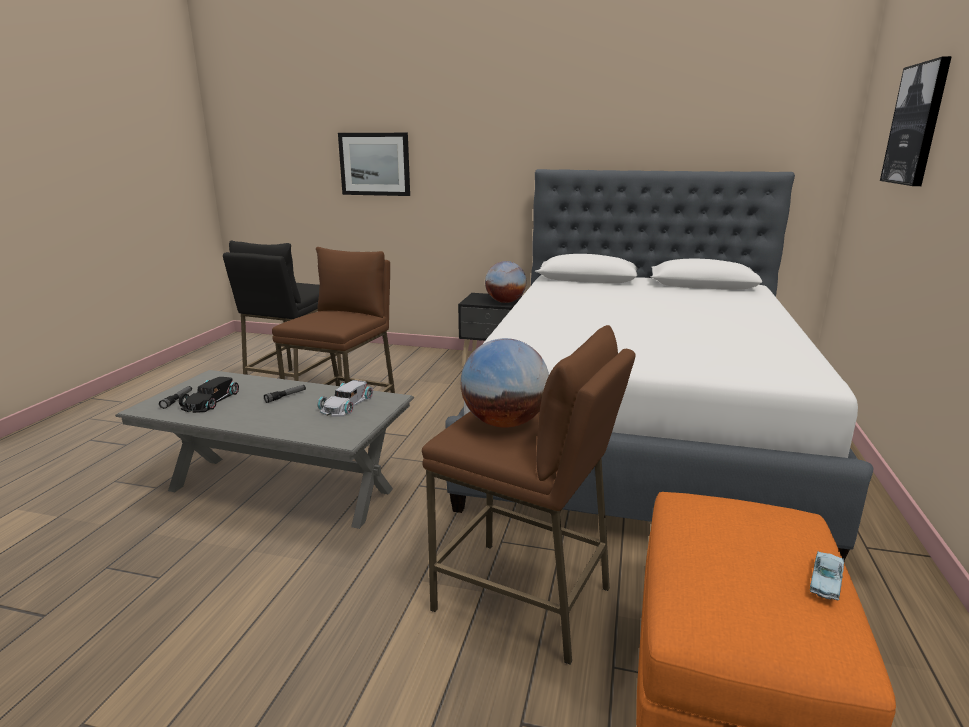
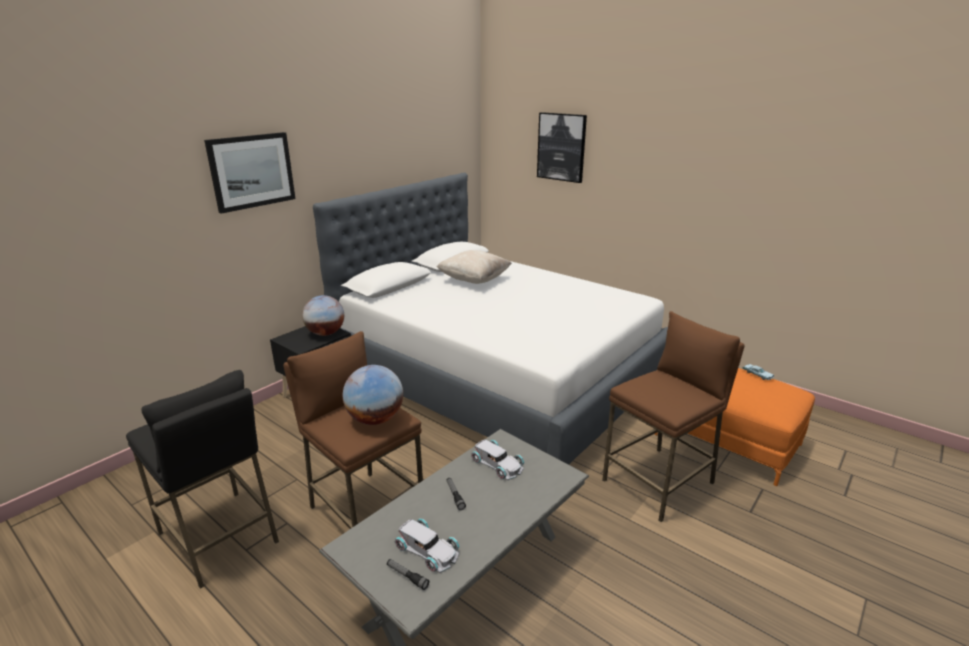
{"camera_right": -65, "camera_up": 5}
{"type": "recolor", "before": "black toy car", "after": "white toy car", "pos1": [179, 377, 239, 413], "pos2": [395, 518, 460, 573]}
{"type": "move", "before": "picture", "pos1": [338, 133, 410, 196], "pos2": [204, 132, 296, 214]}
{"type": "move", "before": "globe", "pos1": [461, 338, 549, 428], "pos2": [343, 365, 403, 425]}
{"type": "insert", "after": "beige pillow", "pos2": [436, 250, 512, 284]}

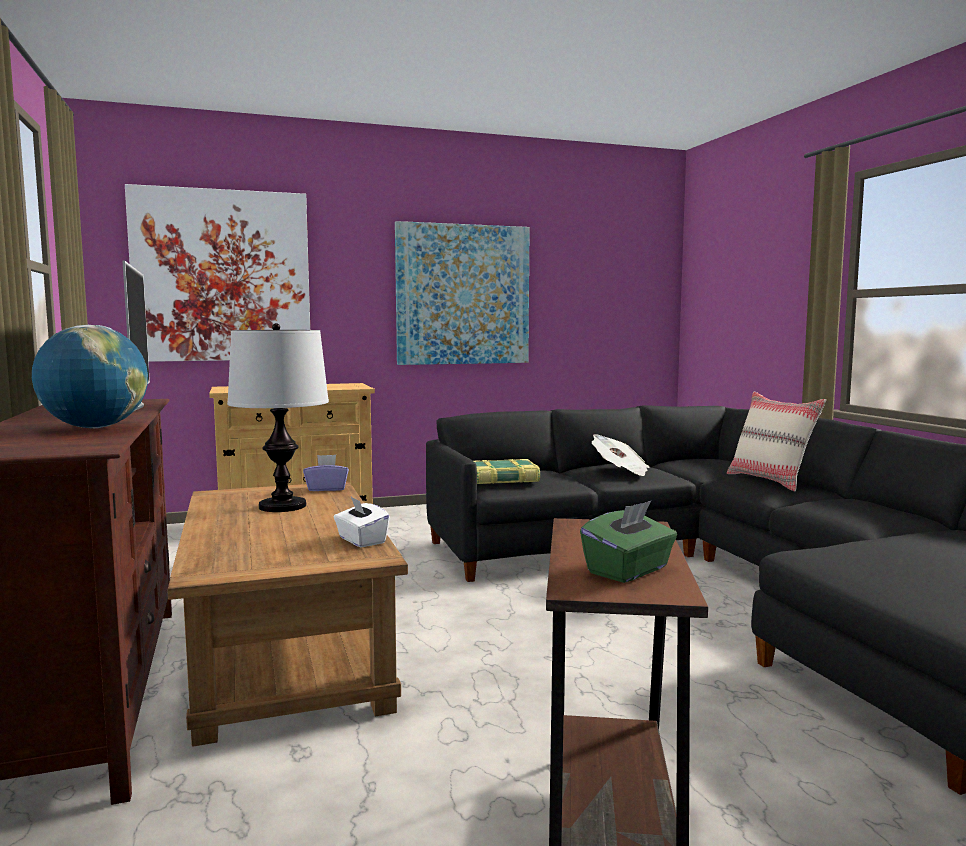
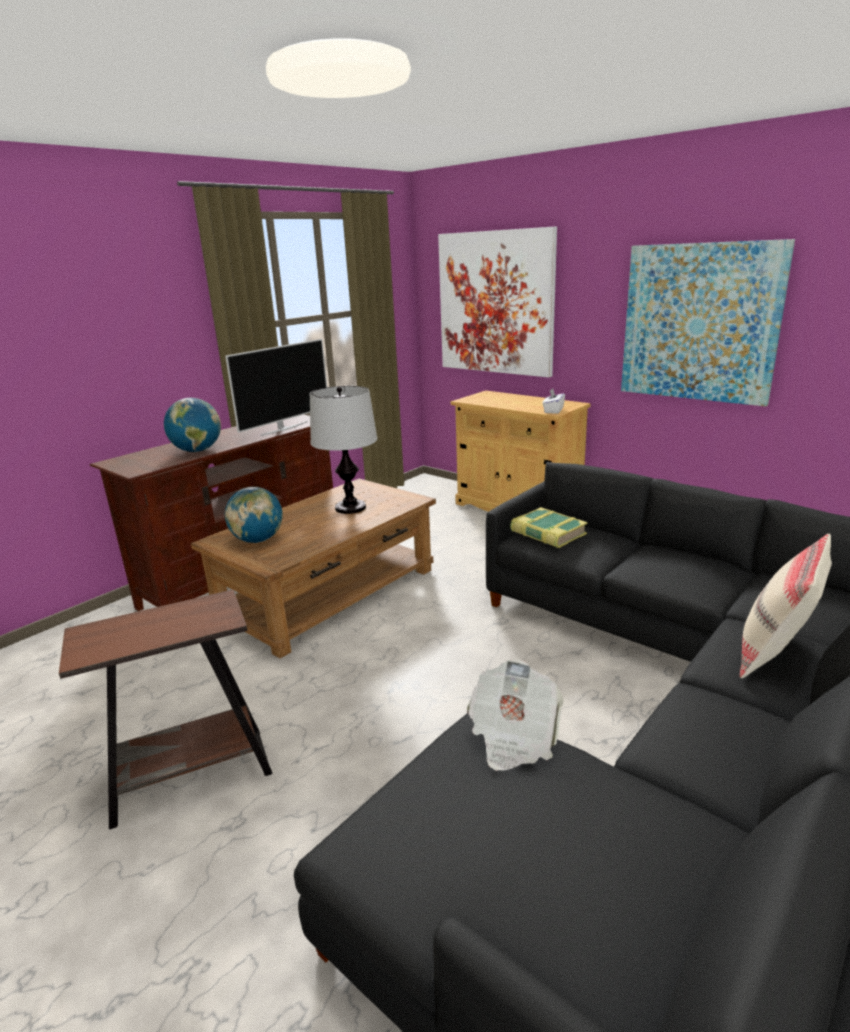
{"camera_right": 60, "camera_up": 15}
{"type": "delete", "before": "purple tissue box", "pos1": [303, 455, 349, 491]}
{"type": "move", "before": "white tissue box", "pos1": [334, 497, 390, 548], "pos2": [542, 389, 565, 414]}
{"type": "delete", "before": "green tissue box", "pos1": [580, 501, 677, 583]}
{"type": "move", "before": "newspaper", "pos1": [592, 434, 650, 476], "pos2": [467, 659, 564, 771]}
{"type": "insert", "after": "globe", "pos2": [225, 487, 282, 543]}

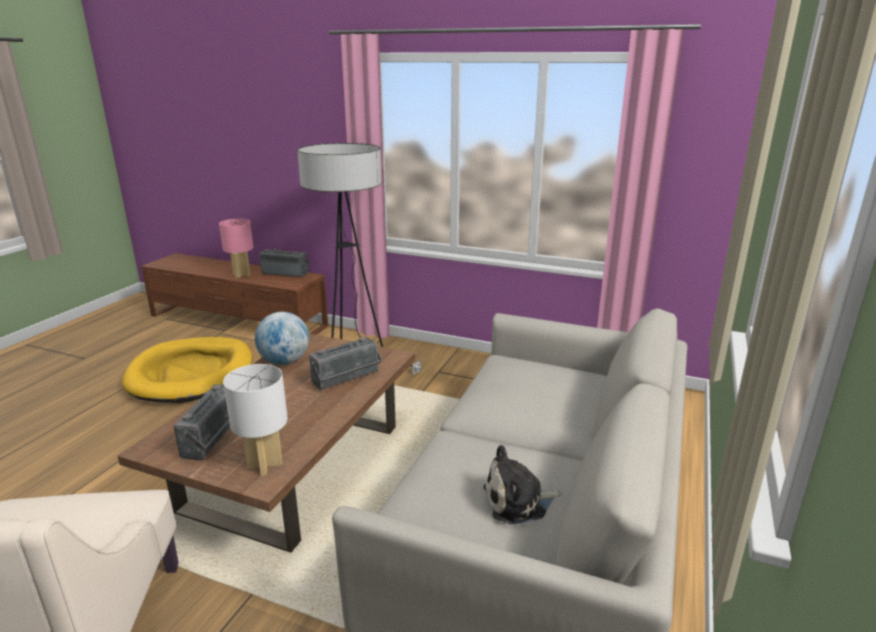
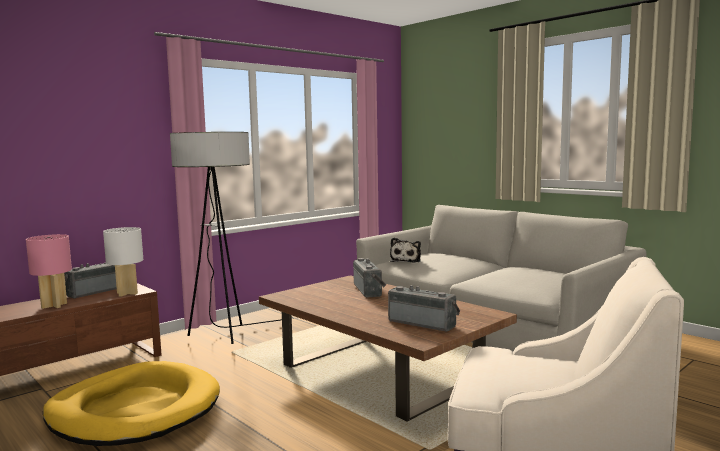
{"camera_right": -65, "camera_up": -15}
{"type": "move", "before": "white table lamp", "pos1": [223, 364, 288, 476], "pos2": [103, 227, 143, 297]}
{"type": "delete", "before": "globe", "pos1": [255, 312, 309, 365]}
{"type": "move", "before": "plush toy", "pos1": [483, 445, 562, 524], "pos2": [390, 237, 421, 263]}

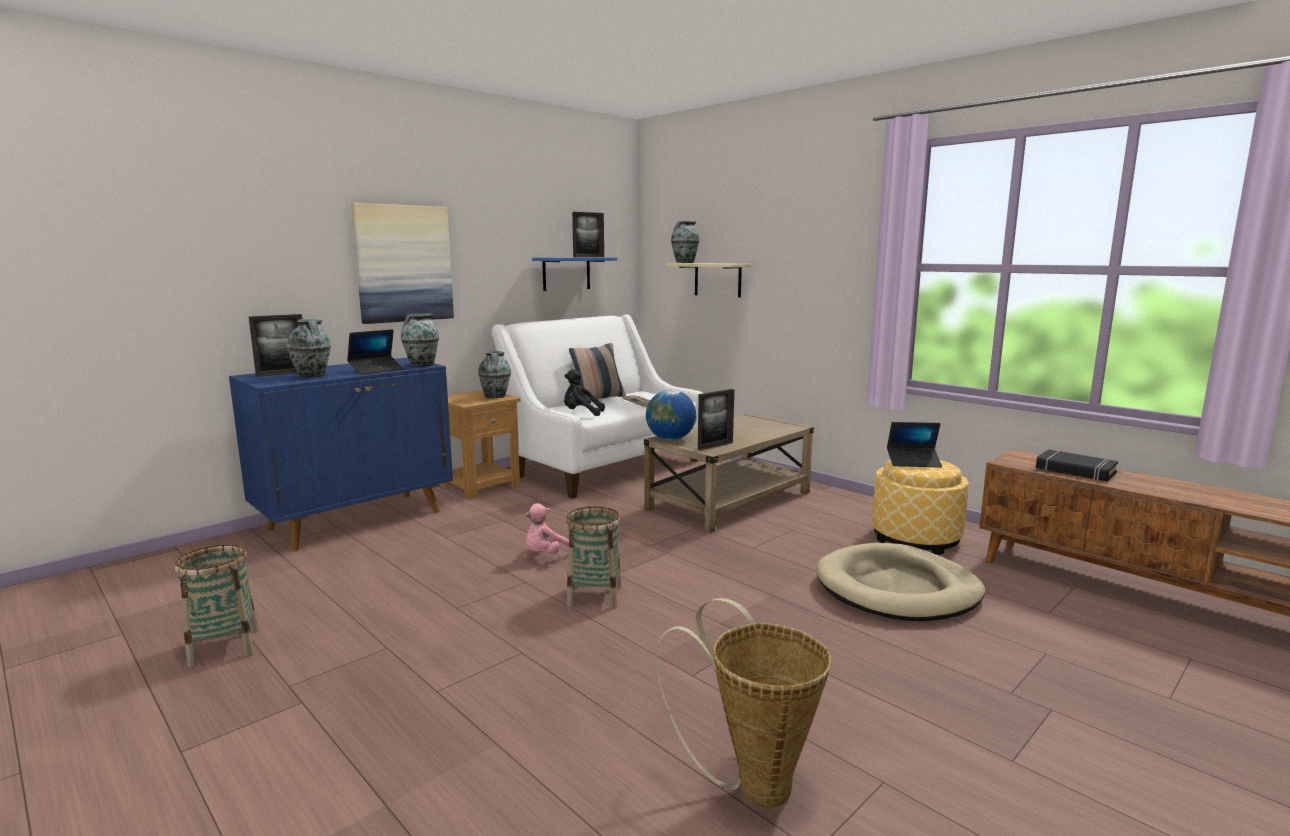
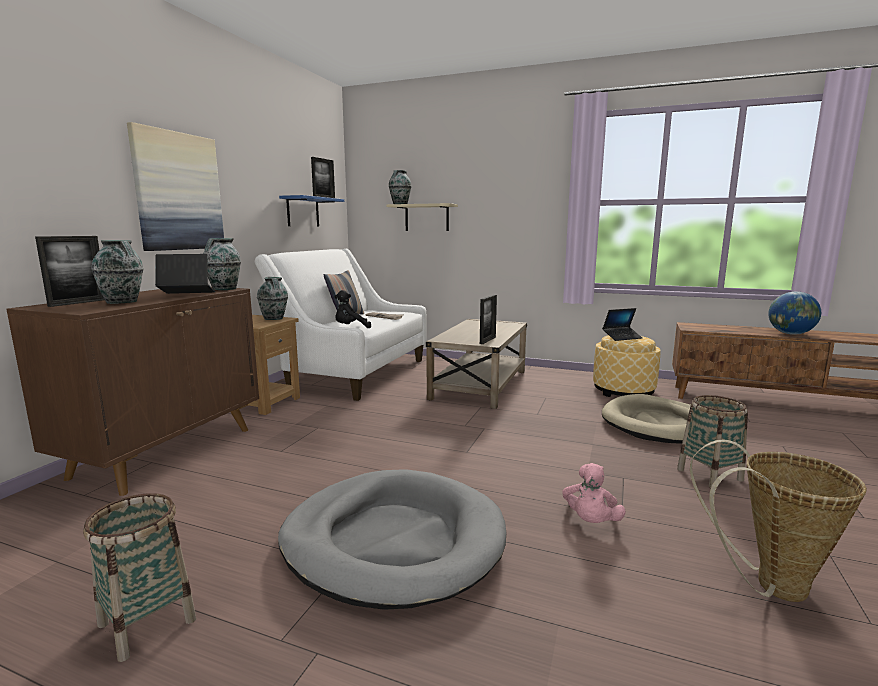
{"camera_right": -25, "camera_up": 0}
{"type": "recolor", "before": "blue cabinet", "after": "brown cabinet", "pos1": [229, 358, 453, 551], "pos2": [6, 287, 259, 496]}
{"type": "rotate", "before": "laptop", "pos1": [347, 329, 405, 375], "pos2": [155, 254, 215, 294], "turn": -120}
{"type": "move", "before": "pink plush toy", "pos1": [525, 503, 569, 554], "pos2": [562, 463, 626, 523]}
{"type": "move", "before": "basket", "pos1": [566, 506, 621, 609], "pos2": [677, 395, 748, 488]}
{"type": "move", "before": "globe", "pos1": [646, 390, 696, 440], "pos2": [769, 291, 821, 335]}
{"type": "delete", "before": "black book", "pos1": [1036, 449, 1118, 481]}
{"type": "insert", "after": "grey dog bed", "pos2": [278, 469, 506, 610]}

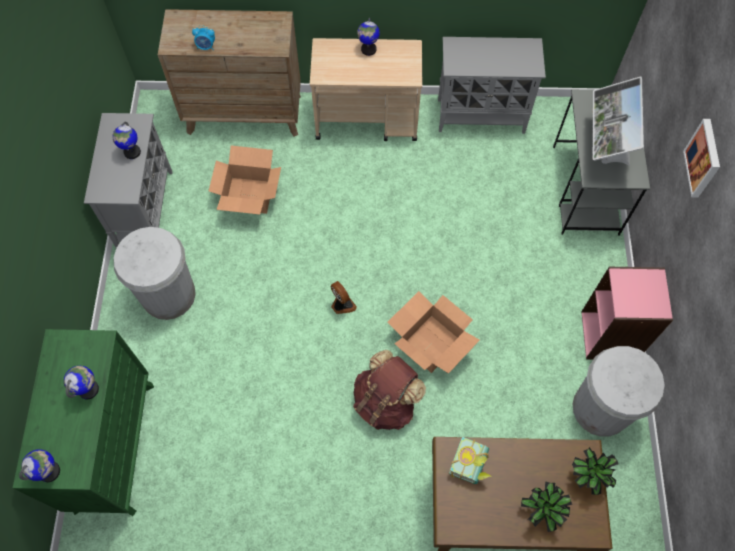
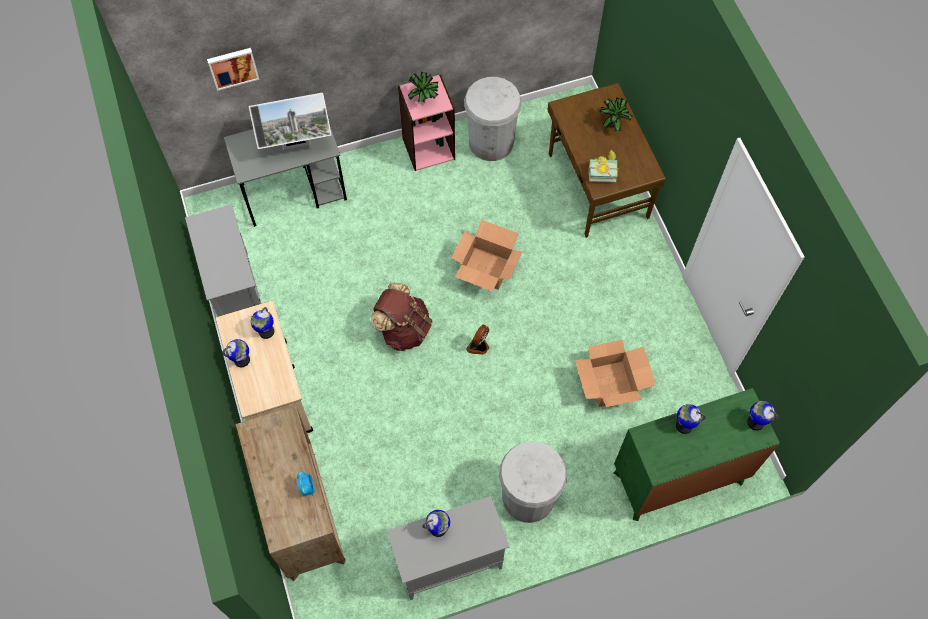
{"camera_right": -110, "camera_up": 0}
{"type": "move", "before": "cardboard box", "pos1": [209, 146, 281, 215], "pos2": [575, 340, 656, 407]}
{"type": "move", "before": "brown backpack", "pos1": [353, 350, 426, 430], "pos2": [370, 283, 433, 351]}
{"type": "move", "before": "potted plant", "pos1": [572, 447, 619, 495], "pos2": [408, 72, 439, 102]}
{"type": "move", "before": "picture", "pos1": [683, 119, 720, 197], "pos2": [207, 48, 259, 91]}
{"type": "insert", "after": "globe", "pos2": [251, 307, 274, 339]}

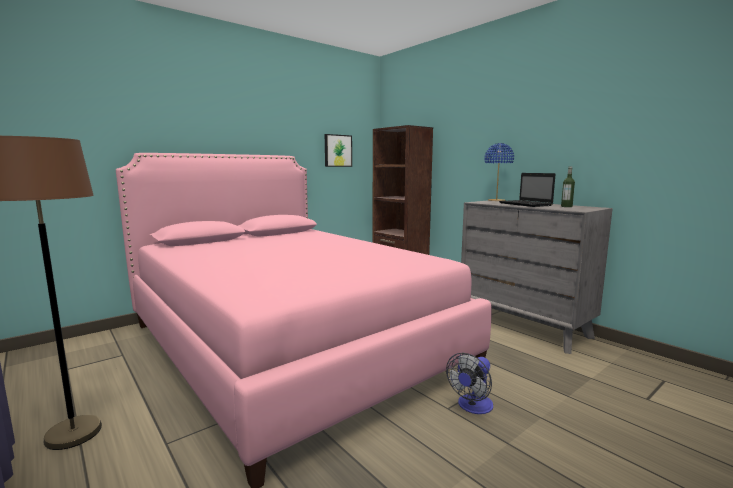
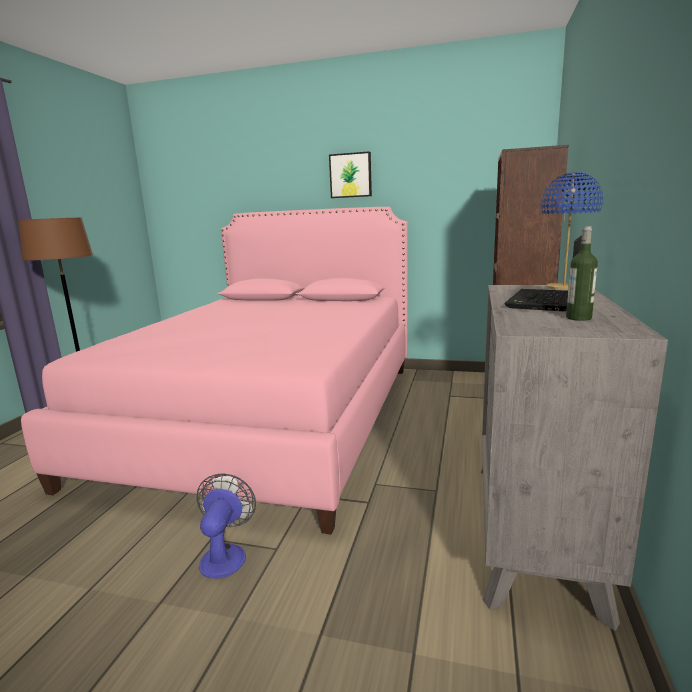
{"camera_right": 55, "camera_up": 5}
{"type": "move", "before": "picture", "pos1": [325, 134, 352, 167], "pos2": [329, 151, 372, 198]}
{"type": "rotate", "before": "fan", "pos1": [446, 353, 493, 414], "pos2": [196, 473, 256, 579], "turn": 90}

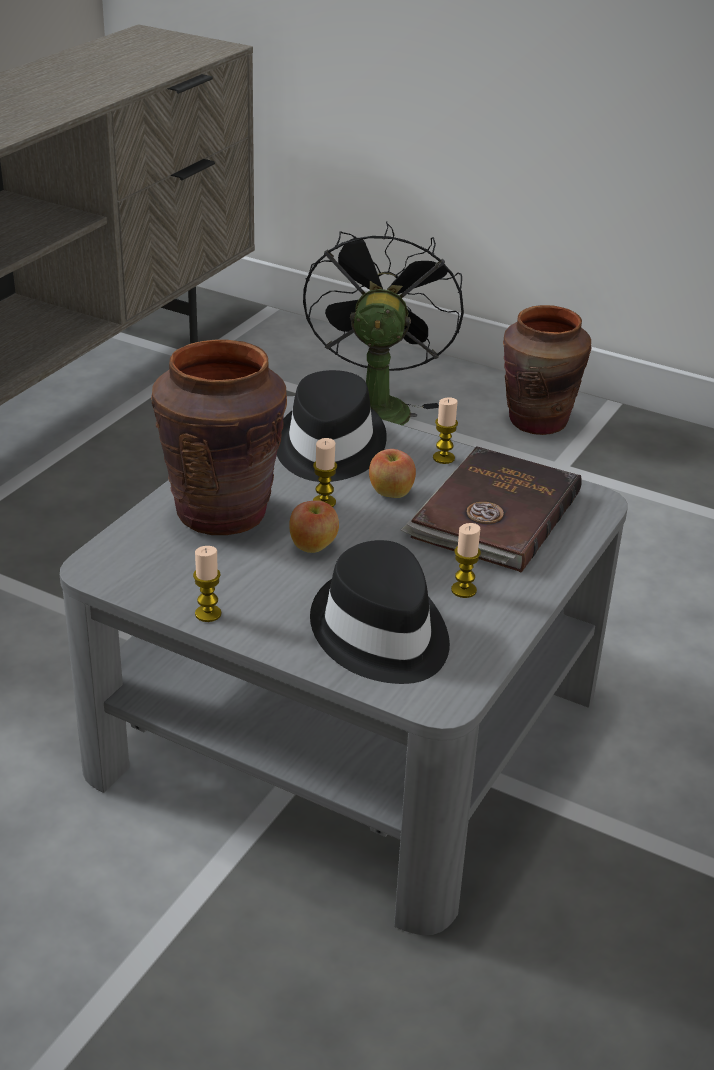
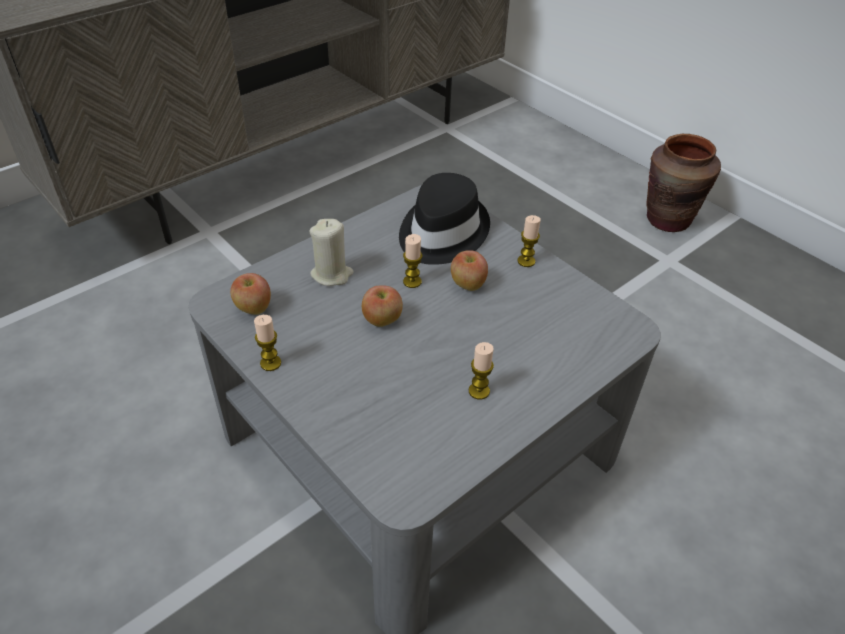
{"camera_right": 20, "camera_up": 10}
{"type": "replace", "before": "brown vase", "after": "beige candle", "pos1": [151, 340, 287, 535], "pos2": [309, 219, 354, 286]}
{"type": "delete", "before": "black fan", "pos1": [303, 221, 464, 426]}
{"type": "delete", "before": "black hat", "pos1": [310, 540, 450, 684]}
{"type": "delete", "before": "brown book", "pos1": [400, 447, 582, 572]}
{"type": "insert", "after": "apple", "pos2": [230, 273, 271, 315]}

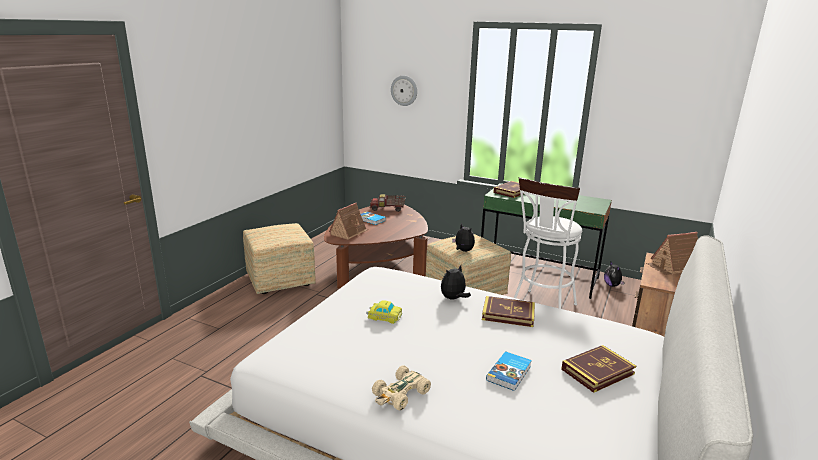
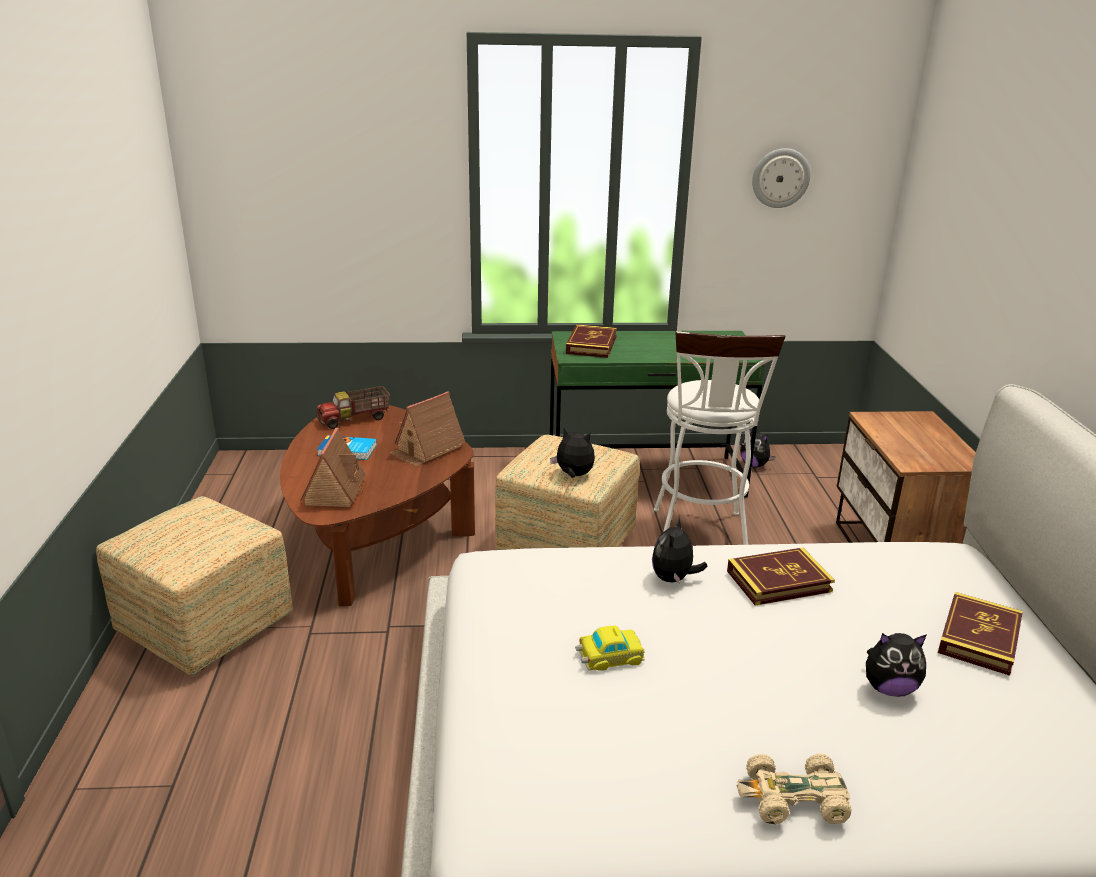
{"camera_right": -30, "camera_up": 5}
{"type": "rotate", "before": "beige toy car", "pos1": [372, 365, 431, 410], "pos2": [737, 753, 851, 825], "turn": 75}
{"type": "move", "before": "wall clock", "pos1": [391, 76, 417, 106], "pos2": [752, 148, 811, 208]}
{"type": "replace", "before": "book", "after": "plush toy", "pos1": [486, 351, 532, 391], "pos2": [866, 633, 927, 697]}
{"type": "move", "before": "toy house", "pos1": [646, 232, 698, 275], "pos2": [390, 391, 465, 466]}

